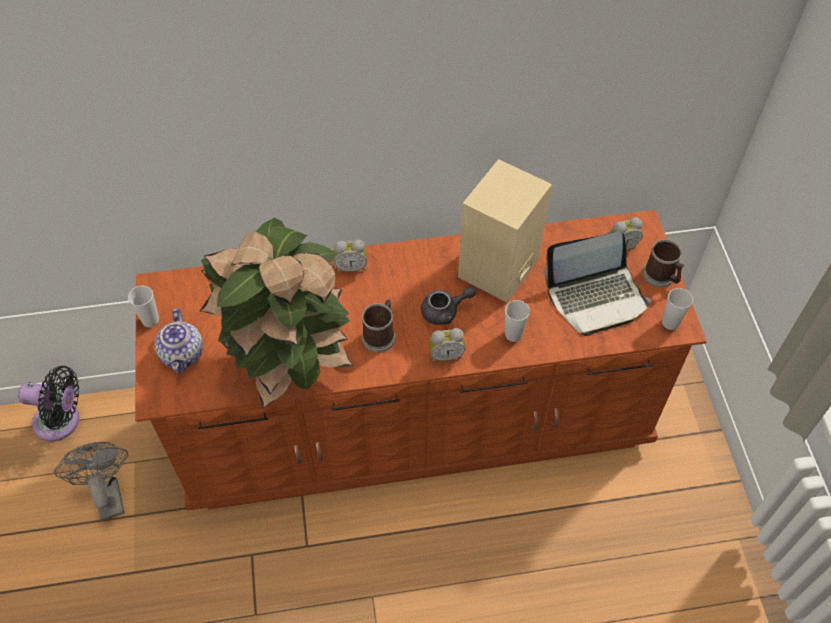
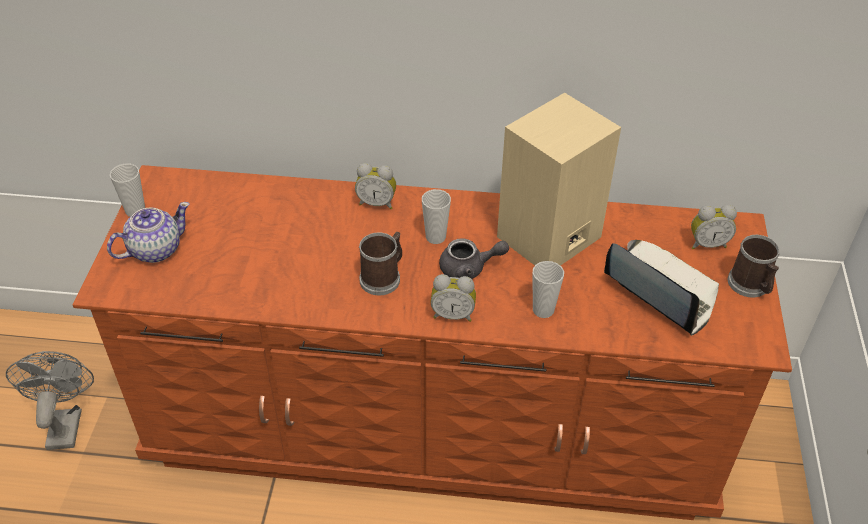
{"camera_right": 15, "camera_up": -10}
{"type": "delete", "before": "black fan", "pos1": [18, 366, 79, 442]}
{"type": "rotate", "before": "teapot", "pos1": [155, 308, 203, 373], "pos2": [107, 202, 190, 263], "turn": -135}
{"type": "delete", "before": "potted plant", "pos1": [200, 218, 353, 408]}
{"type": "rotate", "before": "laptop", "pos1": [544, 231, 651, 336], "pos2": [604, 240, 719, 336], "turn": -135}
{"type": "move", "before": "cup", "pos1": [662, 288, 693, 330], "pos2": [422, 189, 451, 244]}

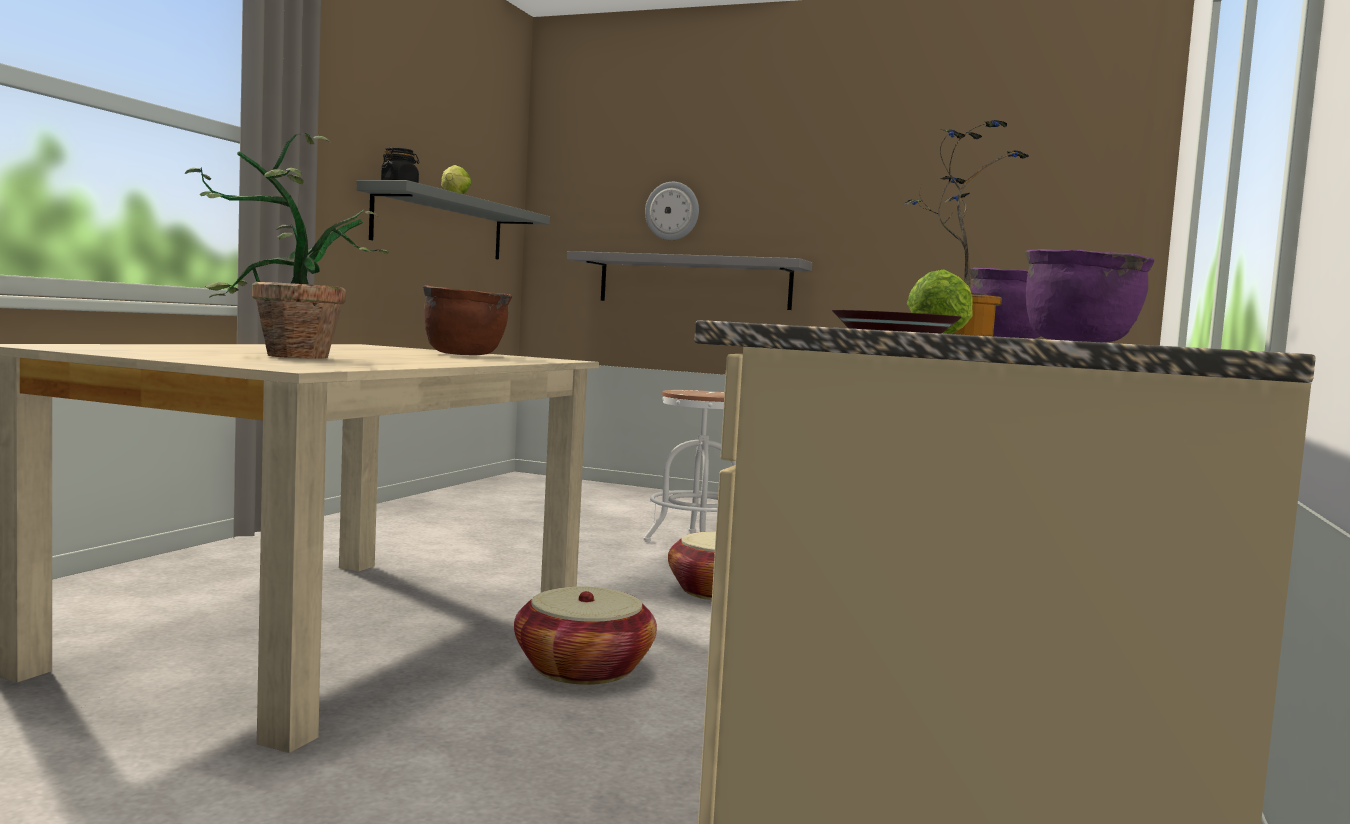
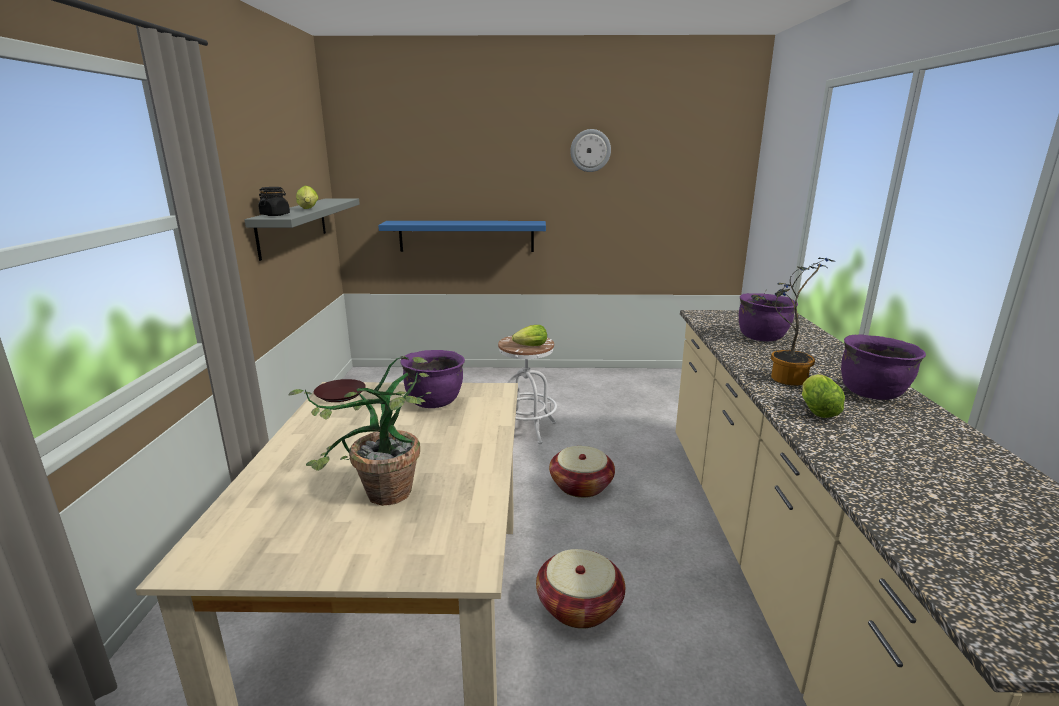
{"camera_right": -20, "camera_up": 15}
{"type": "recolor", "before": "brown cooking pot", "after": "purple cooking pot", "pos1": [423, 285, 512, 355], "pos2": [400, 350, 465, 408]}
{"type": "recolor", "before": "grey shelf", "after": "blue shelf", "pos1": [567, 251, 812, 310], "pos2": [378, 221, 546, 252]}
{"type": "move", "before": "wall clock", "pos1": [645, 182, 699, 240], "pos2": [570, 129, 611, 172]}
{"type": "move", "before": "brown plate", "pos1": [832, 310, 962, 333], "pos2": [314, 379, 366, 402]}
{"type": "insert", "after": "lettuce", "pos2": [512, 325, 547, 346]}

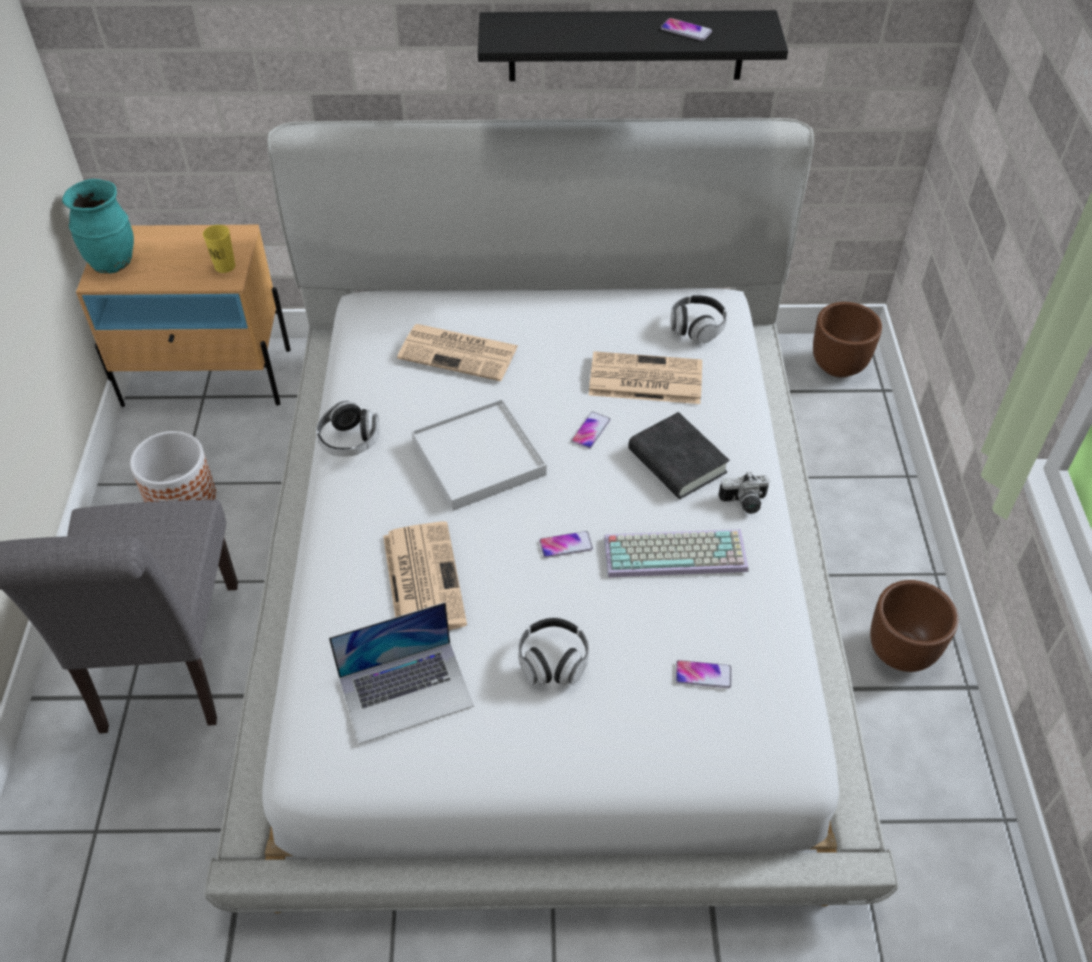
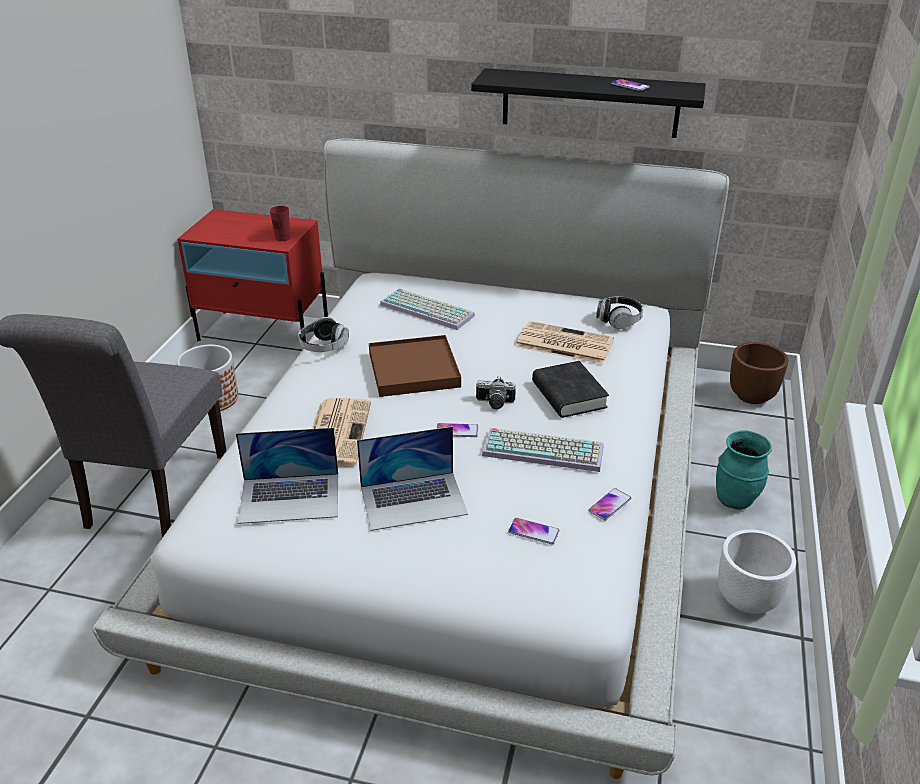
{"camera_right": 15, "camera_up": -15}
{"type": "move", "before": "turquoise vase", "pos1": [62, 179, 134, 273], "pos2": [716, 430, 772, 510]}
{"type": "recolor", "before": "beige nightstand", "after": "red nightstand", "pos1": [76, 225, 291, 407], "pos2": [177, 209, 328, 342]}
{"type": "recolor", "before": "yellow cup", "after": "red cup", "pos1": [203, 225, 235, 273], "pos2": [270, 206, 290, 241]}
{"type": "replace", "before": "newspaper", "after": "keyboard", "pos1": [397, 324, 518, 381], "pos2": [380, 289, 475, 330]}
{"type": "recolor", "before": "white tray", "after": "brown tray", "pos1": [412, 399, 547, 511], "pos2": [369, 335, 461, 397]}
{"type": "replace", "before": "headphones", "after": "laptop", "pos1": [518, 617, 589, 685], "pos2": [357, 426, 468, 531]}
{"type": "move", "before": "phone", "pos1": [571, 412, 611, 449], "pos2": [588, 488, 631, 520]}
{"type": "move", "before": "photo camera", "pos1": [719, 472, 770, 514], "pos2": [476, 376, 516, 409]}
{"type": "recolor", "before": "brown planter", "after": "white planter", "pos1": [870, 580, 958, 672], "pos2": [718, 529, 796, 614]}

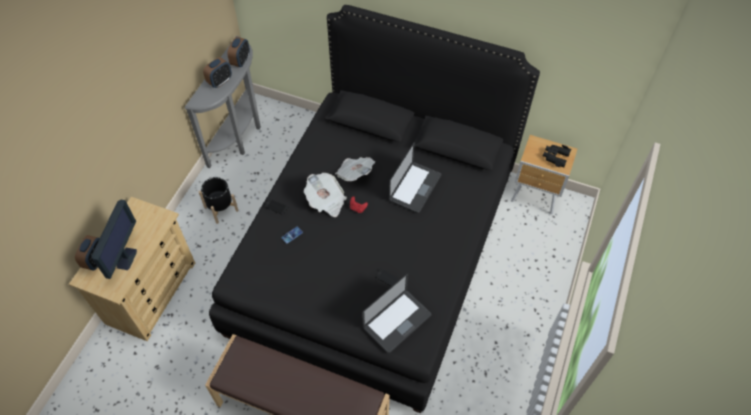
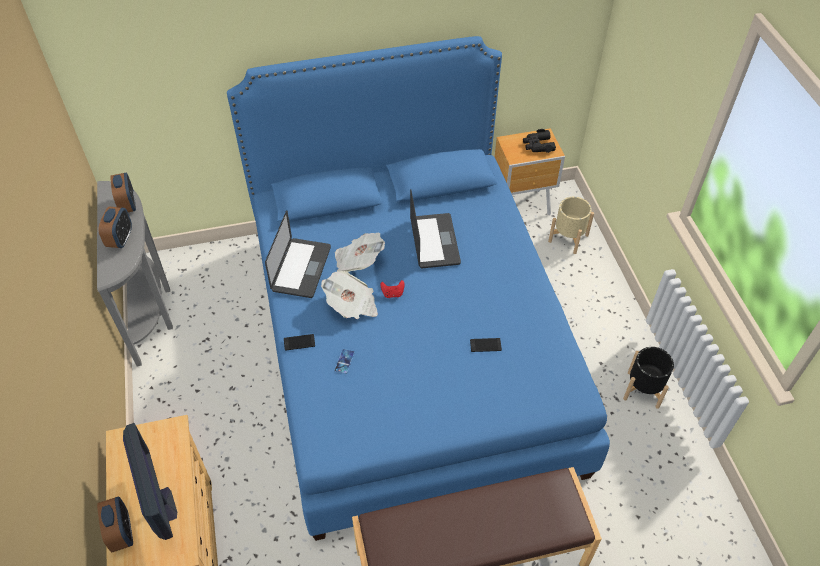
{"camera_right": -35, "camera_up": -5}
{"type": "move", "before": "black planter", "pos1": [199, 177, 239, 224], "pos2": [623, 347, 674, 409]}
{"type": "recolor", "before": "black bed", "after": "blue bed", "pos1": [209, 5, 540, 413], "pos2": [227, 36, 610, 541]}
{"type": "move", "before": "laptop", "pos1": [362, 274, 432, 353], "pos2": [265, 211, 331, 298]}
{"type": "insert", "after": "beige planter", "pos2": [548, 197, 594, 254]}

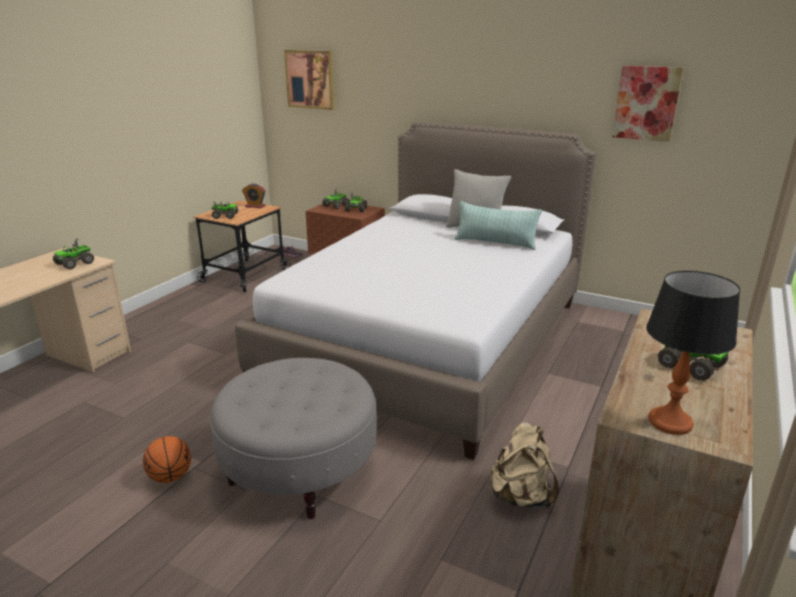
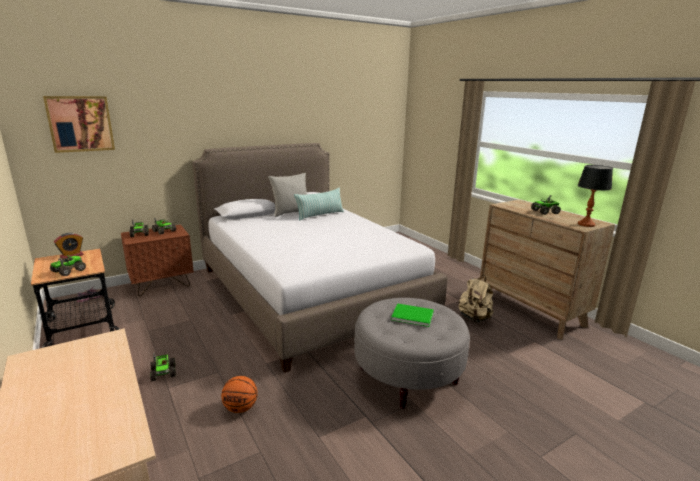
{"camera_right": -60, "camera_up": -5}
{"type": "move", "before": "toy truck", "pos1": [53, 238, 94, 270], "pos2": [150, 353, 176, 381]}
{"type": "move", "before": "basketball", "pos1": [143, 436, 191, 483], "pos2": [221, 376, 258, 413]}
{"type": "delete", "before": "picture", "pos1": [612, 66, 683, 142]}
{"type": "insert", "after": "green book", "pos2": [391, 304, 434, 327]}

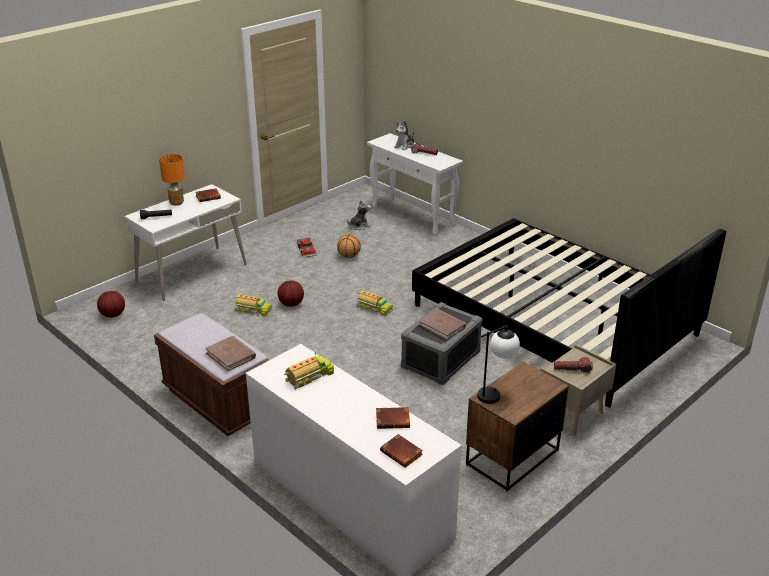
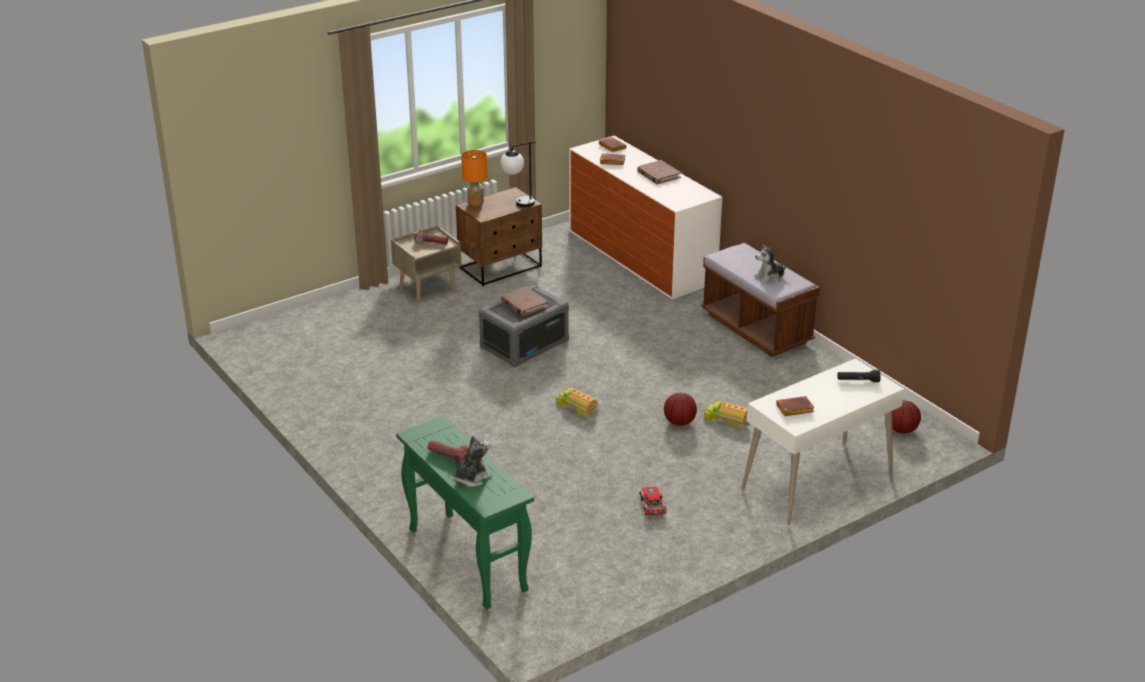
{"camera_right": -170, "camera_up": 0}
{"type": "move", "before": "orange table lamp", "pos1": [159, 154, 185, 205], "pos2": [461, 150, 487, 207]}
{"type": "move", "before": "brown book", "pos1": [205, 336, 256, 371], "pos2": [637, 160, 681, 184]}
{"type": "delete", "before": "toy truck", "pos1": [284, 353, 334, 390]}
{"type": "delete", "before": "basketball", "pos1": [337, 234, 361, 258]}
{"type": "move", "before": "plush toy", "pos1": [347, 200, 371, 230], "pos2": [754, 244, 789, 284]}
{"type": "recolor", "before": "white console table", "after": "green console table", "pos1": [367, 133, 463, 235], "pos2": [396, 415, 534, 609]}
{"type": "delete", "before": "black bed", "pos1": [412, 218, 726, 407]}

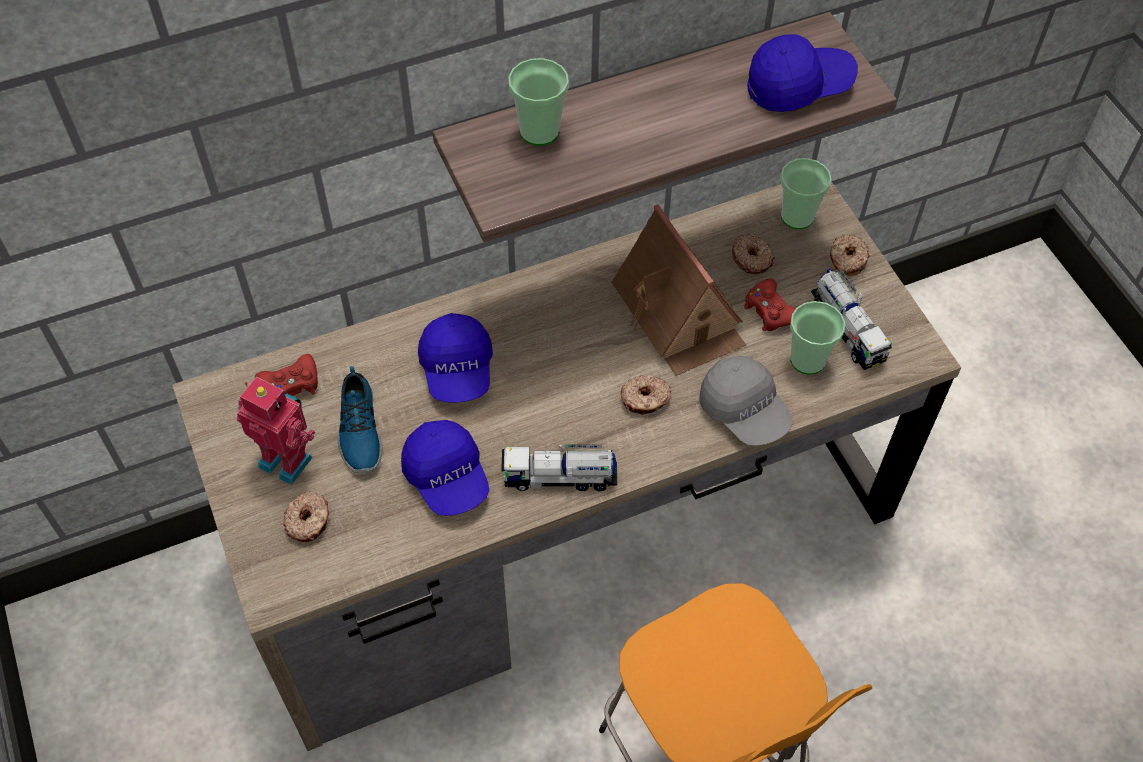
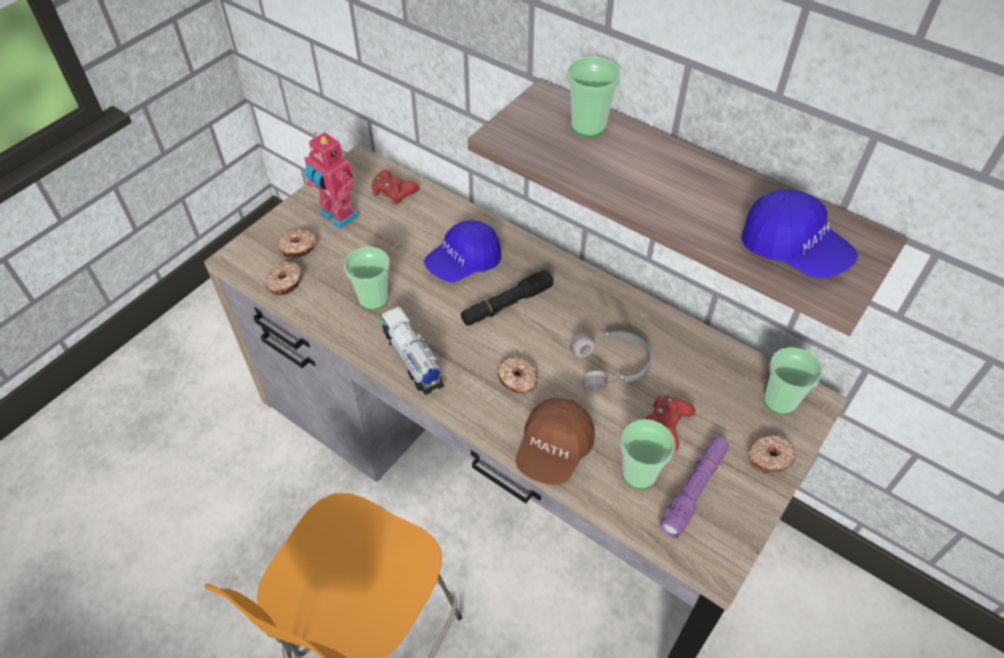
{"camera_right": 60, "camera_up": -5}
{"type": "rotate", "before": "toy robot", "pos1": [237, 376, 315, 485], "pos2": [304, 132, 359, 229], "turn": 135}
{"type": "delete", "before": "shoe", "pos1": [337, 366, 382, 474]}
{"type": "replace", "before": "blue cap", "after": "cup", "pos1": [401, 420, 489, 516], "pos2": [344, 247, 390, 310]}
{"type": "replace", "before": "toy house", "after": "grey headphones", "pos1": [612, 204, 746, 376], "pos2": [570, 331, 652, 390]}
{"type": "recolor", "before": "grey cap", "after": "brown cap", "pos1": [699, 356, 793, 446], "pos2": [516, 398, 594, 485]}
{"type": "move", "before": "donut", "pos1": [732, 234, 775, 274], "pos2": [265, 261, 303, 295]}
{"type": "replace", "before": "toy truck", "after": "purple flashlight", "pos1": [811, 268, 892, 370], "pos2": [659, 437, 729, 538]}
{"type": "insert", "after": "black flashlight", "pos2": [461, 270, 553, 326]}

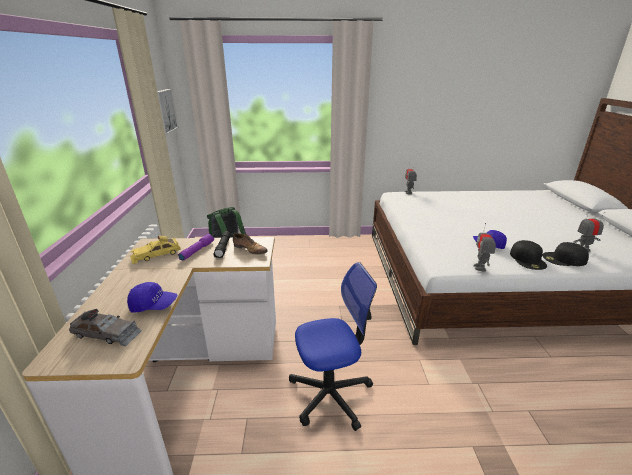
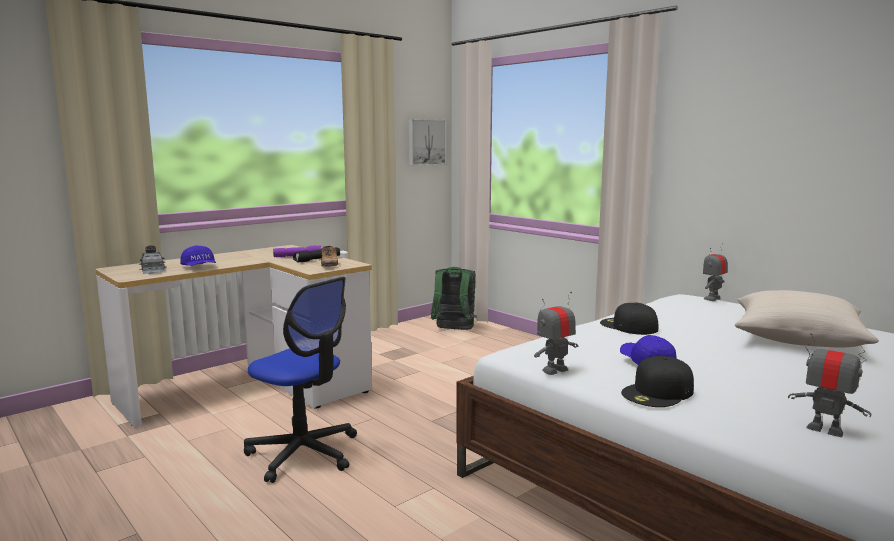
{"camera_right": 50, "camera_up": -15}
{"type": "delete", "before": "yellow toy car", "pos1": [129, 235, 181, 264]}
{"type": "move", "before": "black cap", "pos1": [542, 242, 589, 266], "pos2": [600, 302, 658, 335]}
{"type": "insert", "after": "beige pillow", "pos2": [735, 290, 879, 348]}

